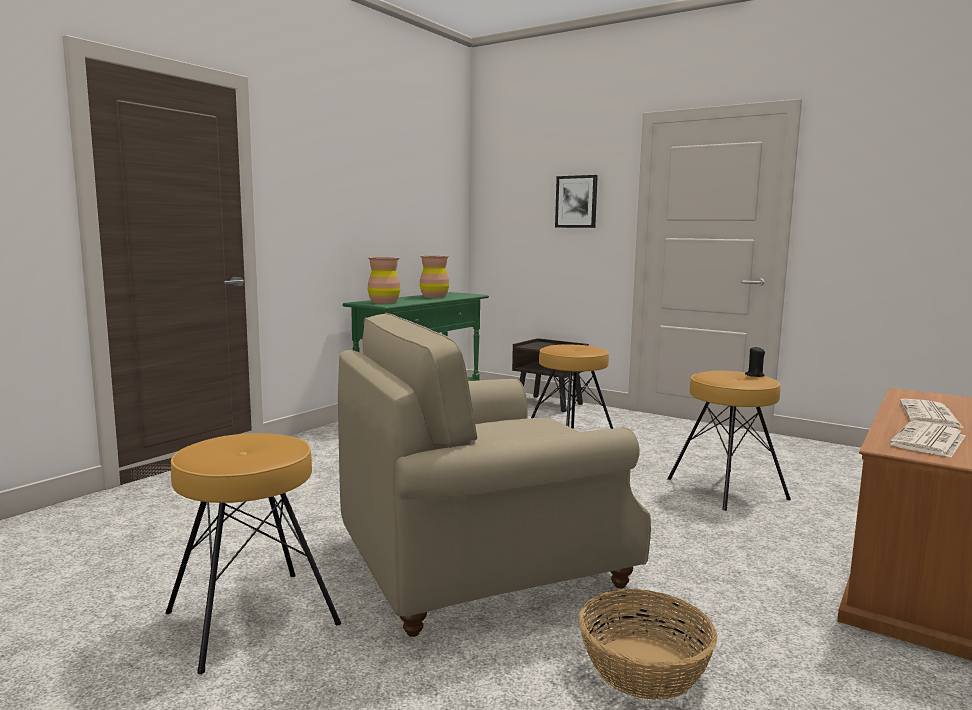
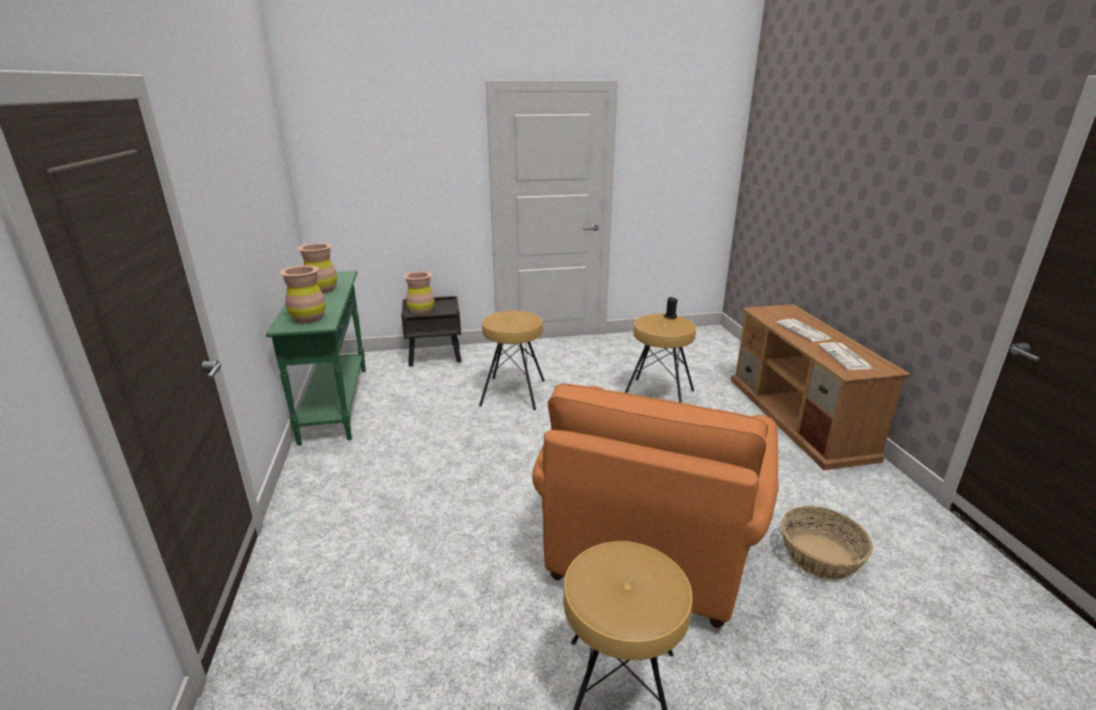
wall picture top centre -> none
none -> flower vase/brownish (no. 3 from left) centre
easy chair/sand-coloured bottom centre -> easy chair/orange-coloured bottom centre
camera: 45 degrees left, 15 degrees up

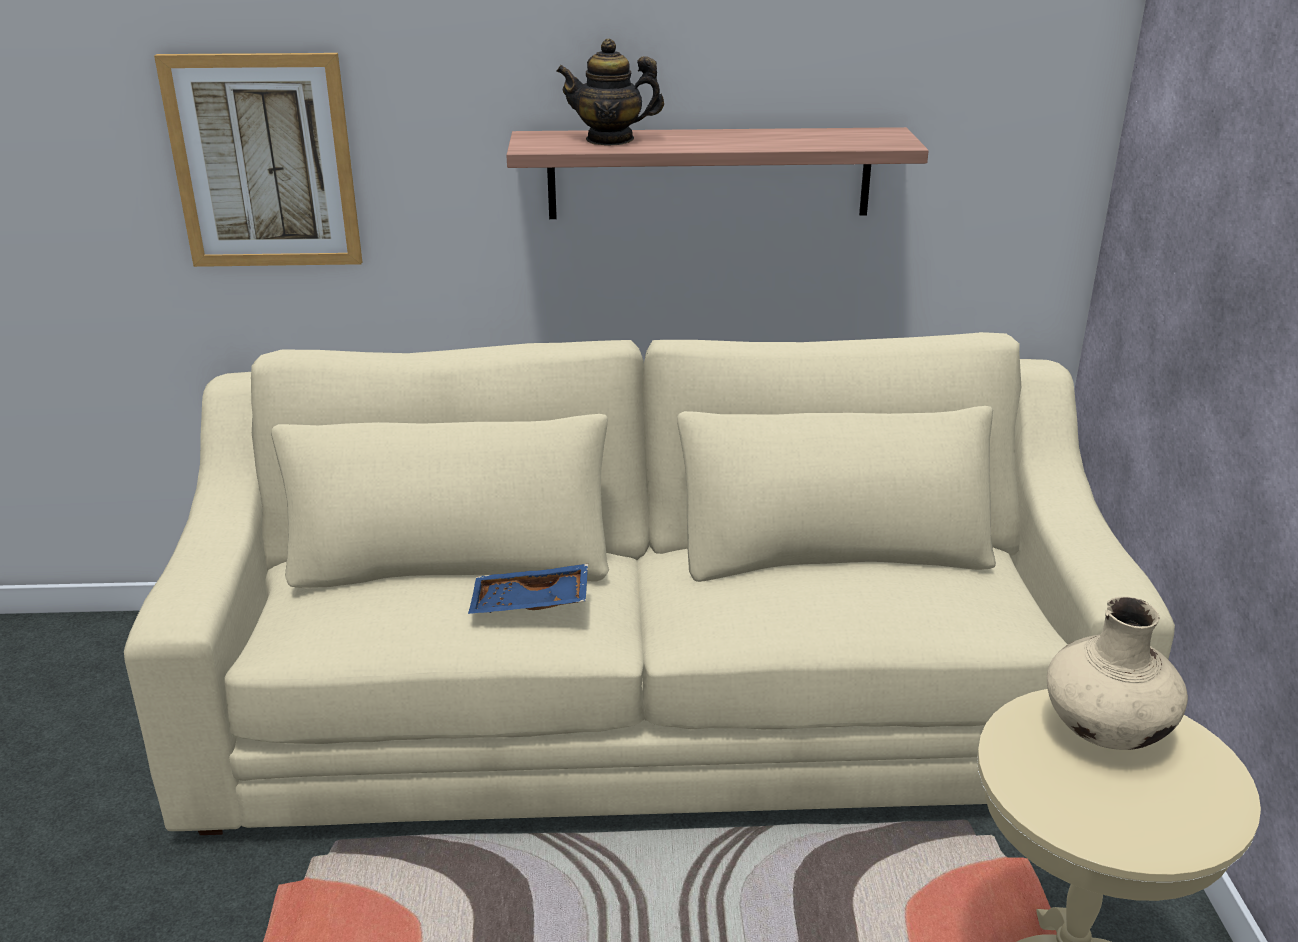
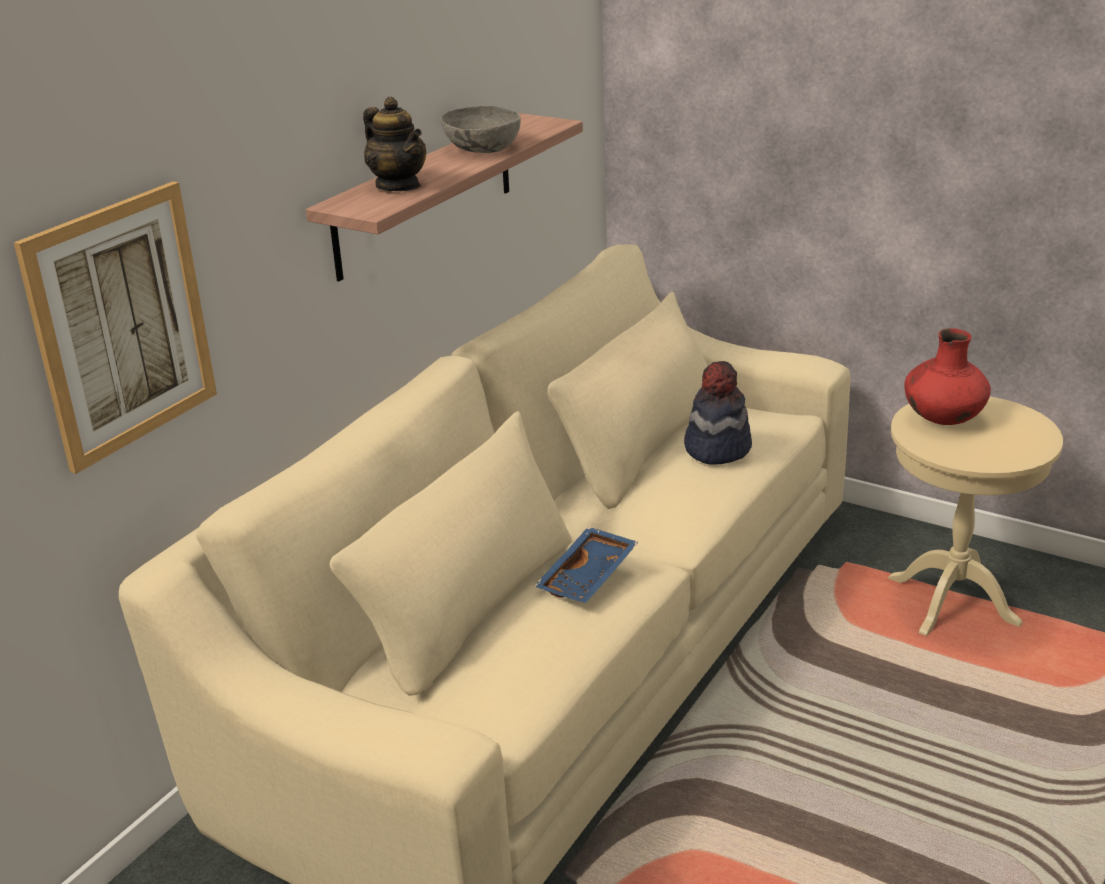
none -> bowl/grey top centre
none -> wearable hat centre
flower vase/sand-coloured bottom right -> flower vase/red-coloured middle right
tea pot top centre, 75 degrees counterclockwise
camera: 55 degrees left, 0 degrees up

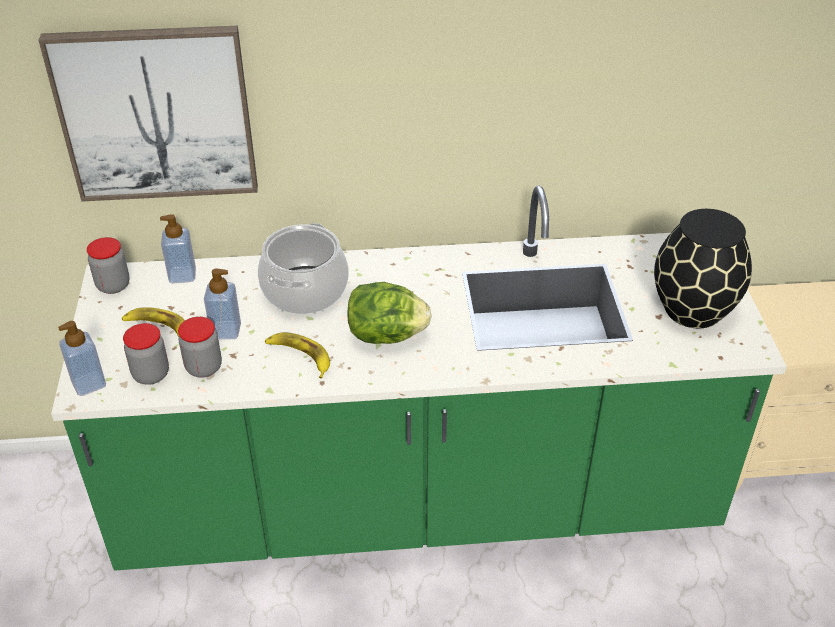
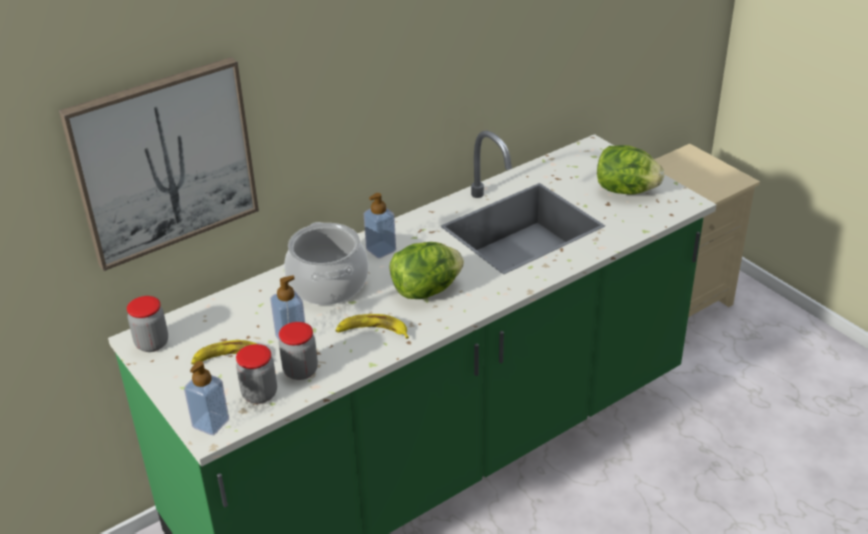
soap bottle (no. 2 from left in the first image) middle left -> soap bottle (no. 3 from left) centre, shifted
flower vase/blackish middle right -> lettuce head (no. 2 from left) top right
camera: 30 degrees left, 5 degrees down

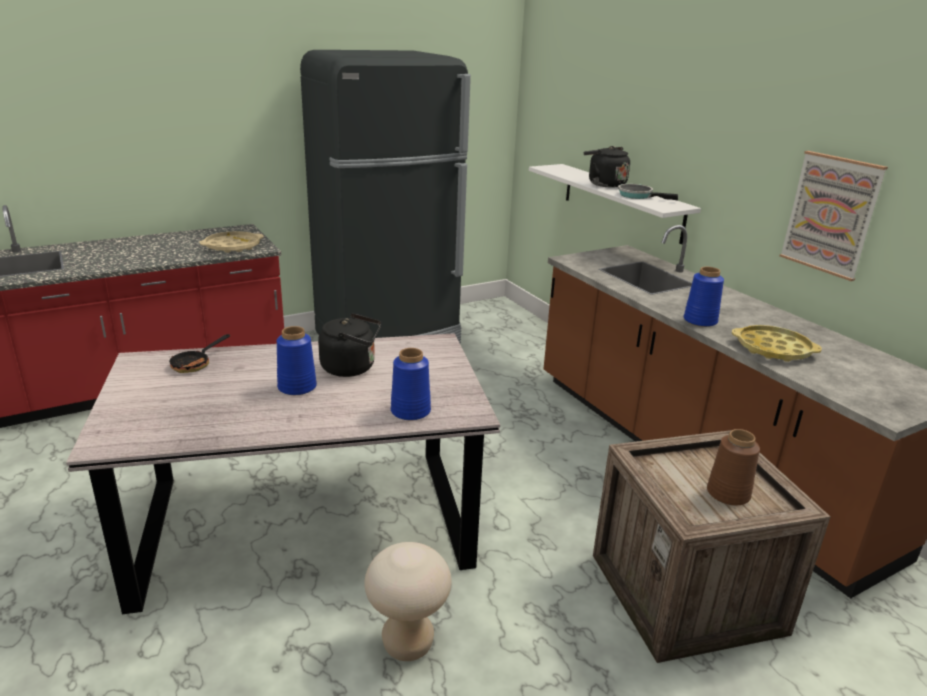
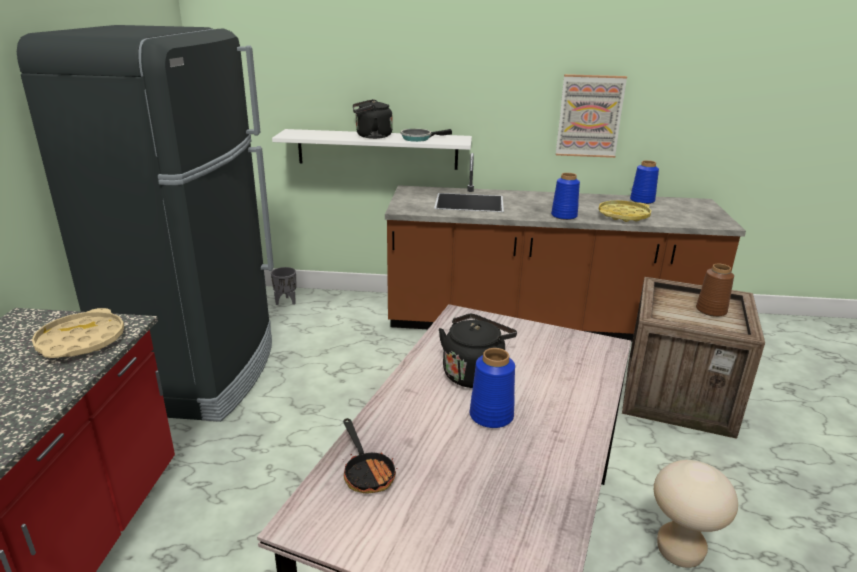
none -> flower pot/grey middle left
flower vase/blue (no. 2 from left in the first image) centre -> flower vase/blue (no. 3 from left) top right, shifted
camera: 55 degrees left, 0 degrees up

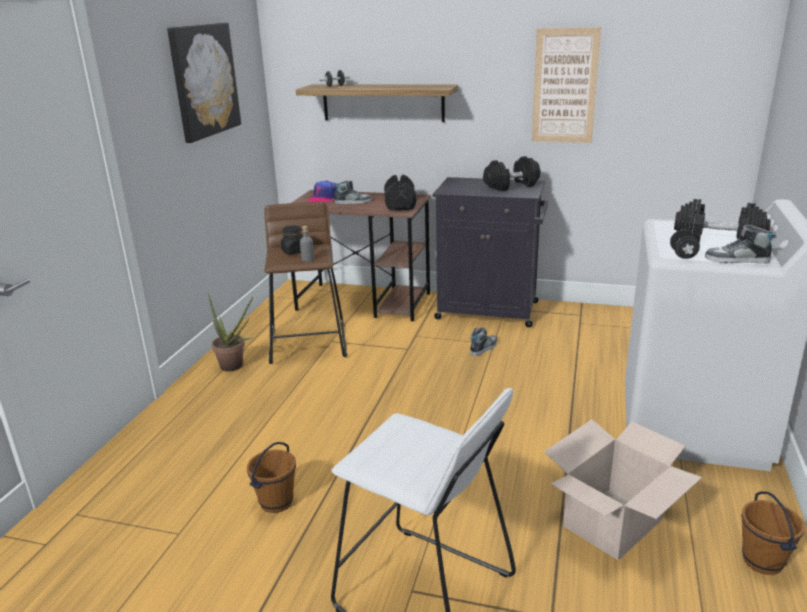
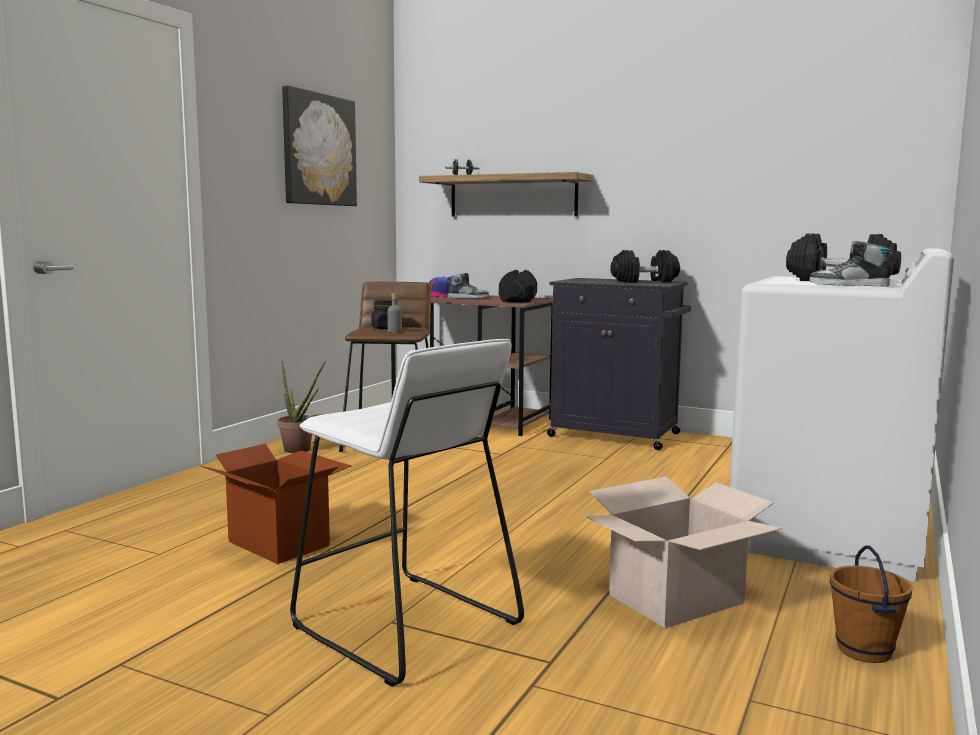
item of footwear (no. 2 from left) centre -> none
wall picture (no. 2 from left) top right -> none
hand weight/blackish (no. 4 from left) middle right -> none
bucket/brownish (no. 1 from left) bottom centre -> packing box (no. 1 from left) bottom left
camera: 10 degrees right, 15 degrees down

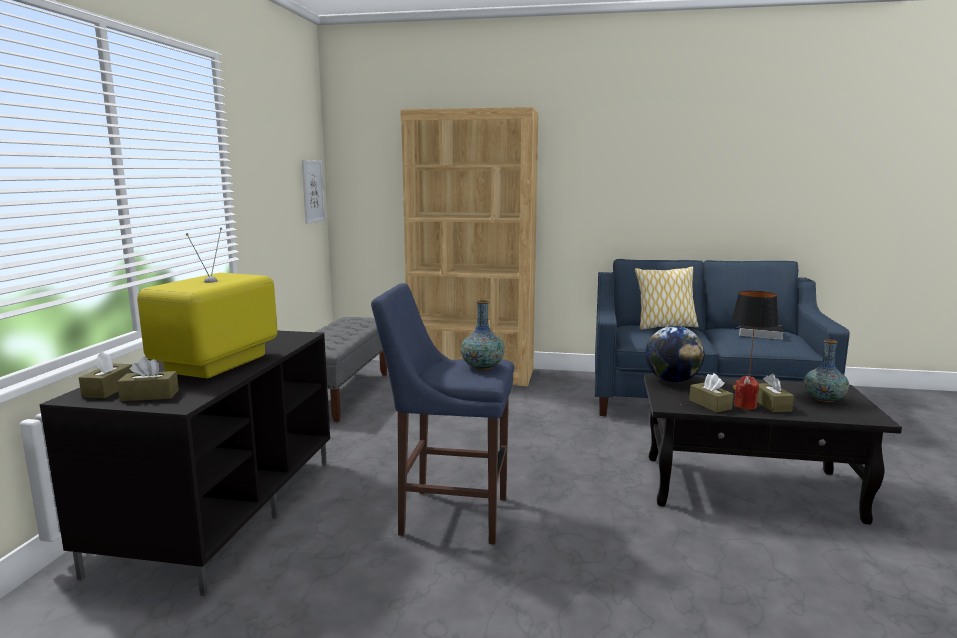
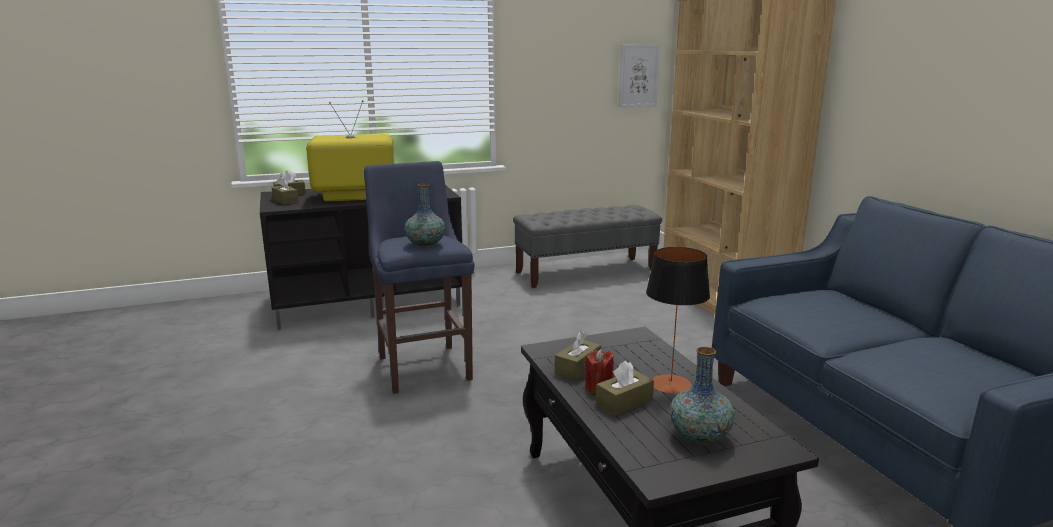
cushion middle right -> none
globe middle right -> none
book middle right -> none
camera: 60 degrees right, 5 degrees up

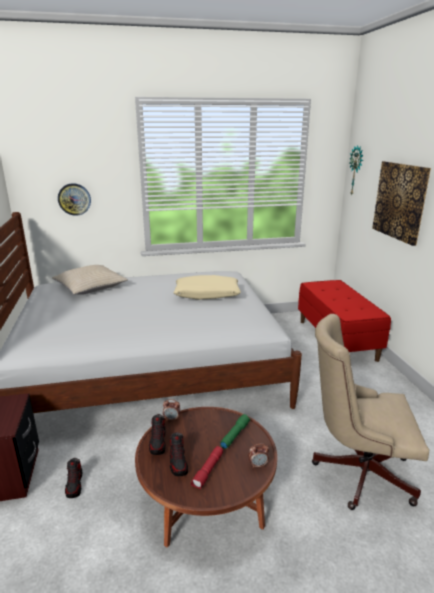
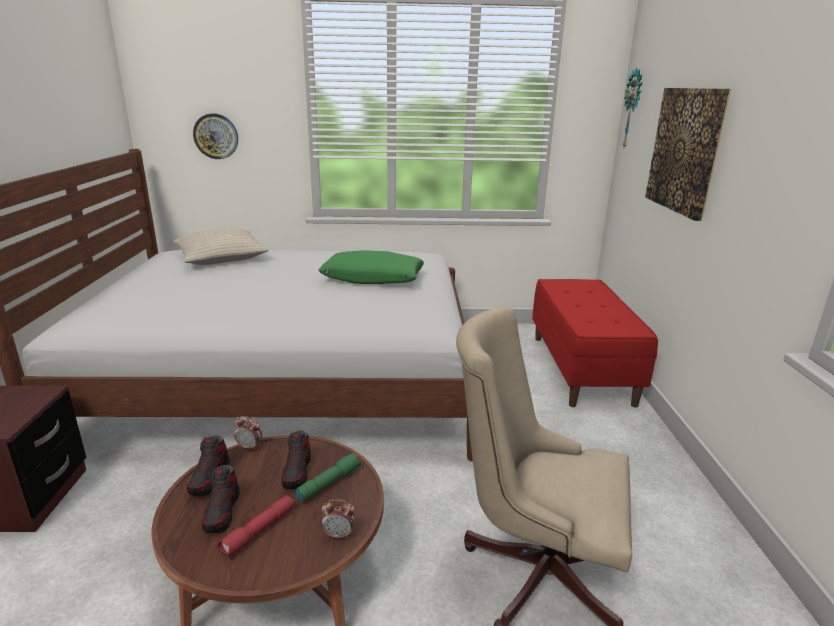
item of footwear (no. 1 from left in the first image) bottom left -> item of footwear (no. 3 from left) bottom centre, shifted
cushion/sand-coloured (no. 2 from left) centre -> cushion/green-coloured centre
camera: 10 degrees right, 0 degrees up

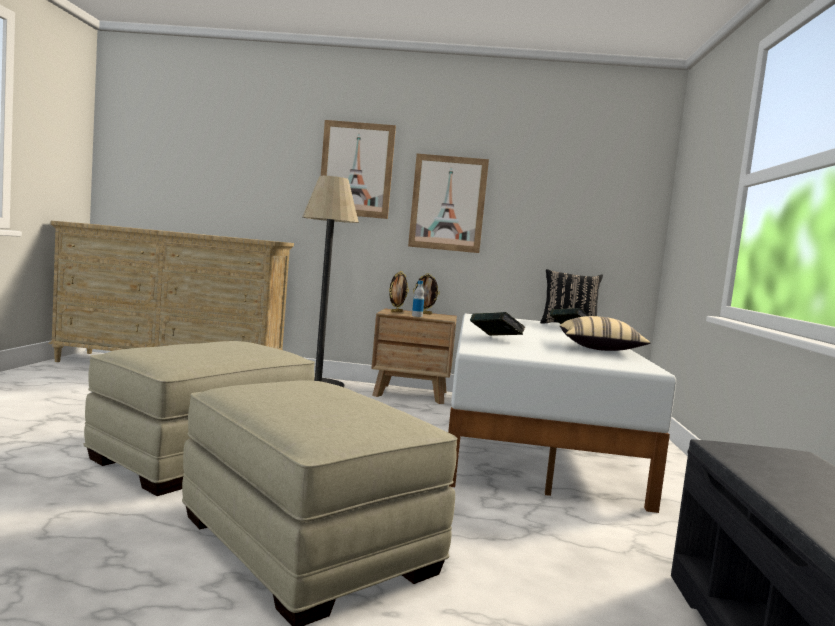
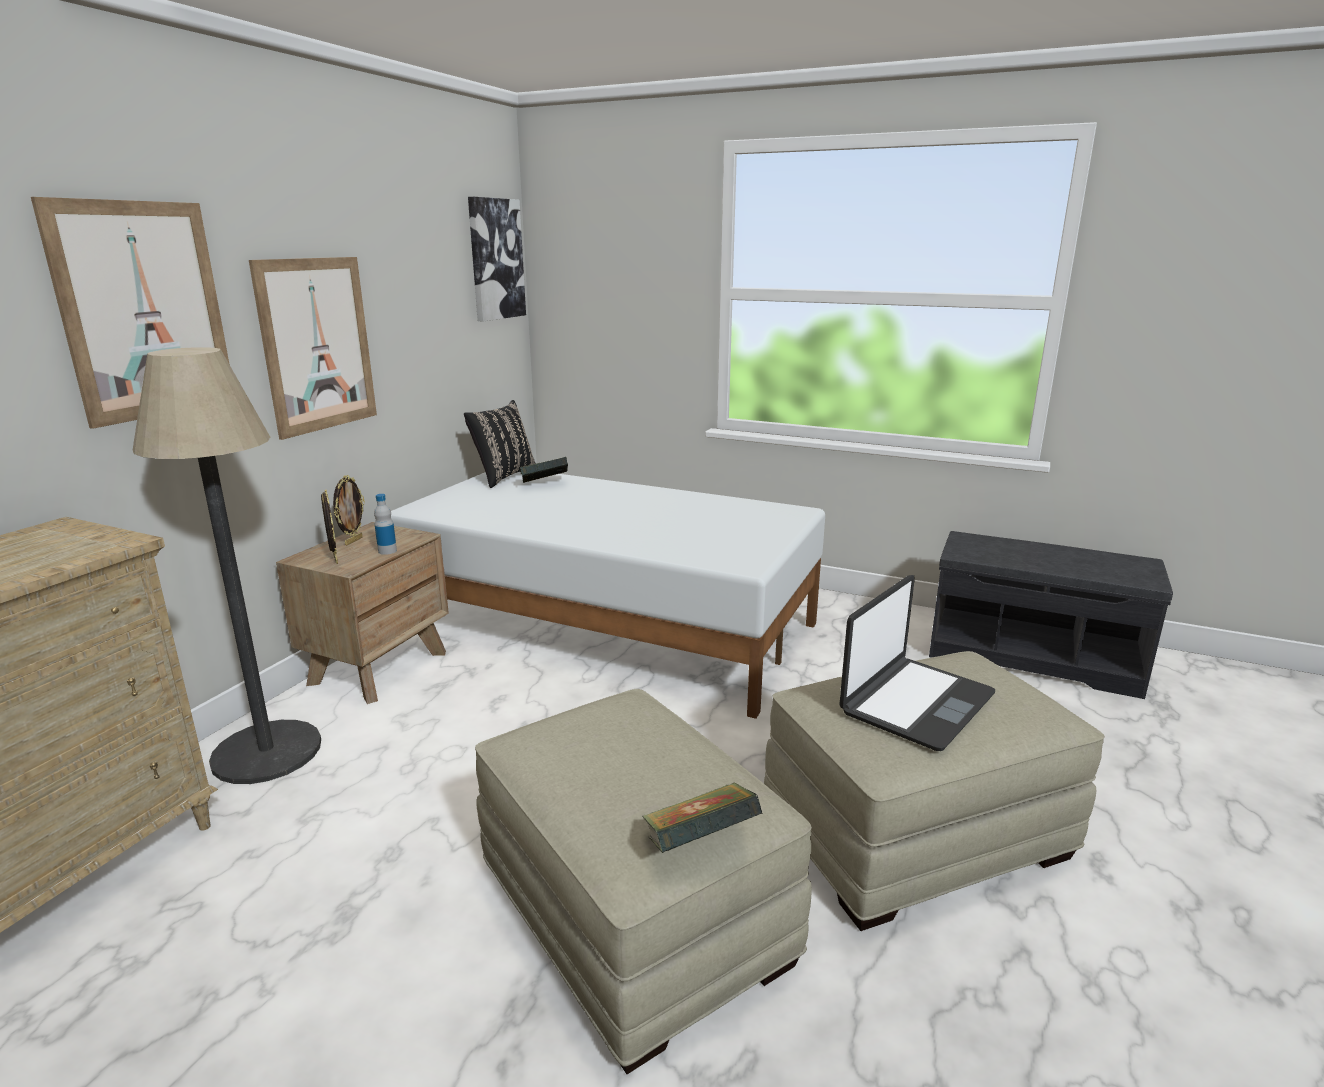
cushion/sand-coloured middle right -> none
none -> wall picture (no. 3 from left) top centre
none -> portable computer middle right
book (no. 1 from left in the first image) centre -> book (no. 2 from left) bottom centre, shifted
camera: 70 degrees left, 15 degrees up

